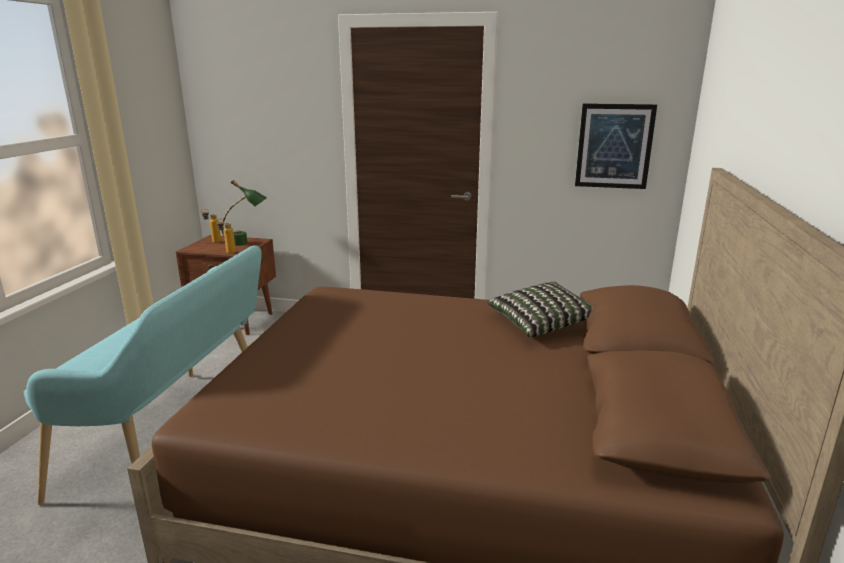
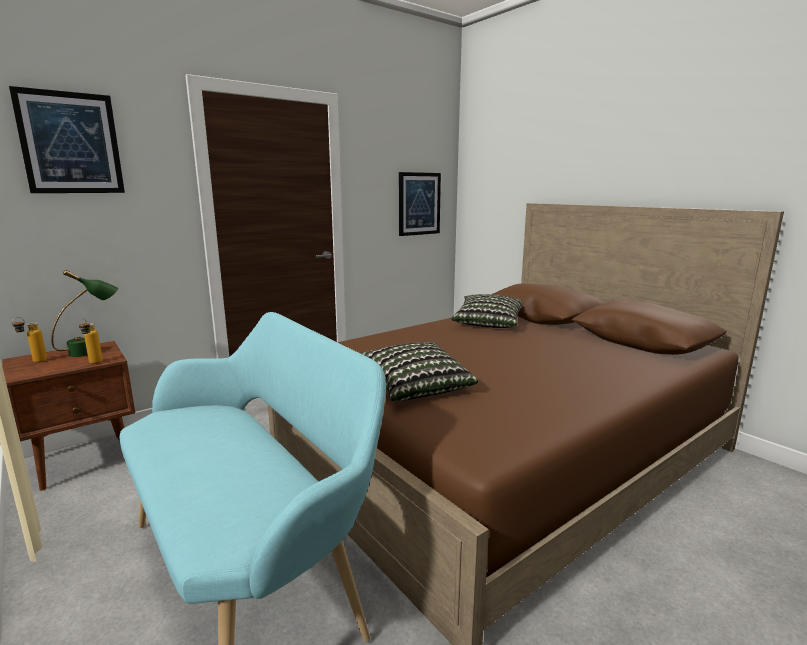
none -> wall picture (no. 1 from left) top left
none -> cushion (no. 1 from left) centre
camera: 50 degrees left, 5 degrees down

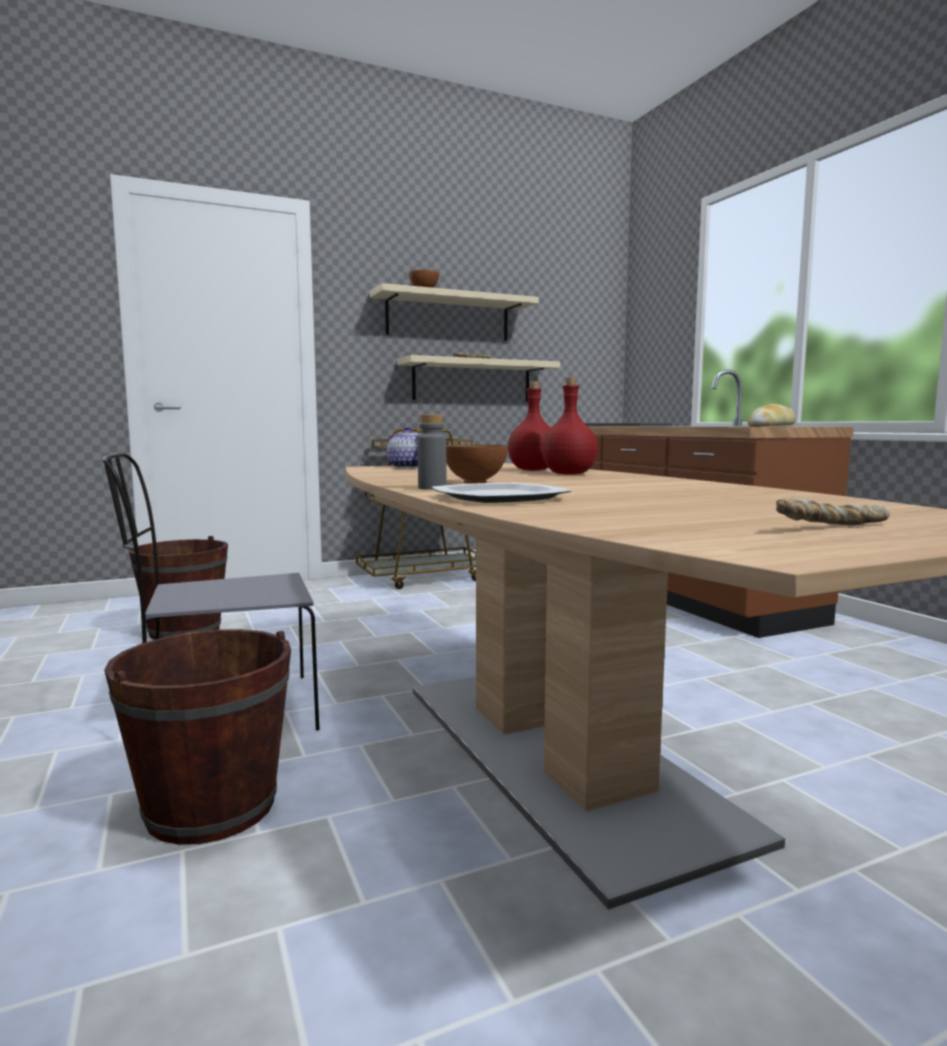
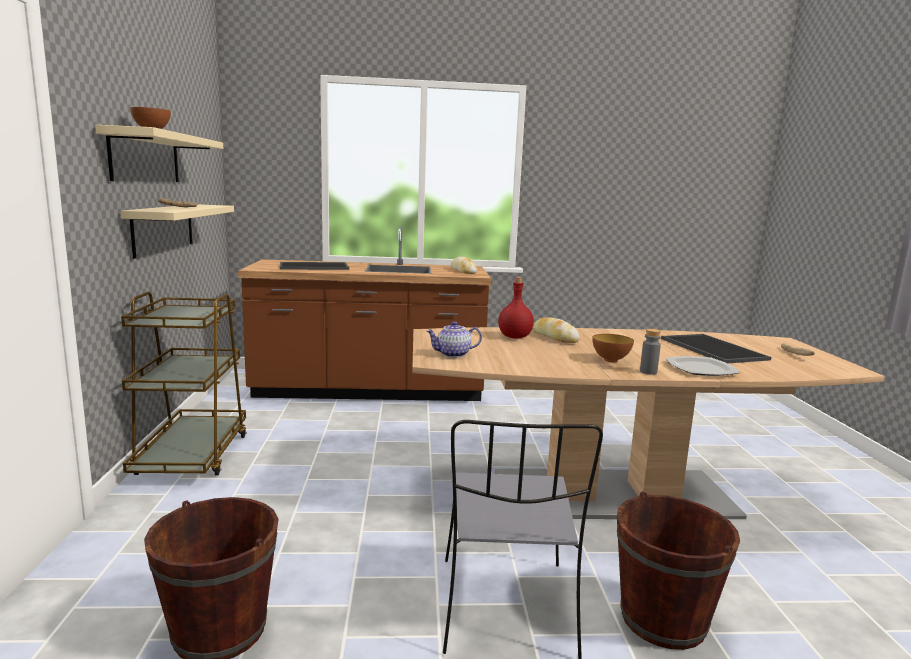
none -> tray (no. 2 from left) middle right
bottle/red-coloured (no. 2 from left) centre -> bread (no. 3 from left) centre
camera: 70 degrees left, 5 degrees up

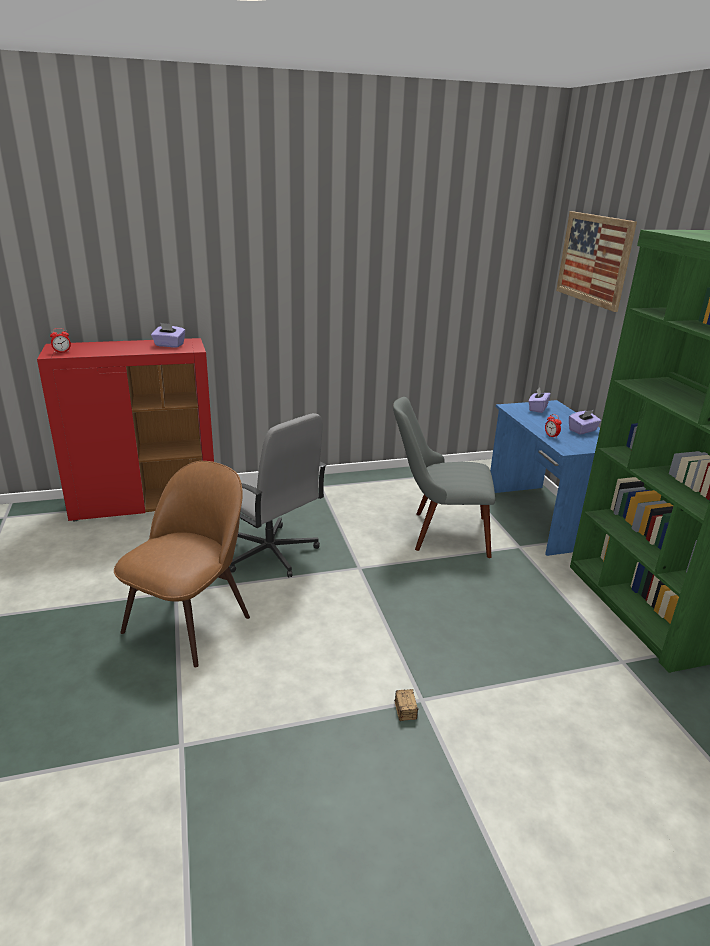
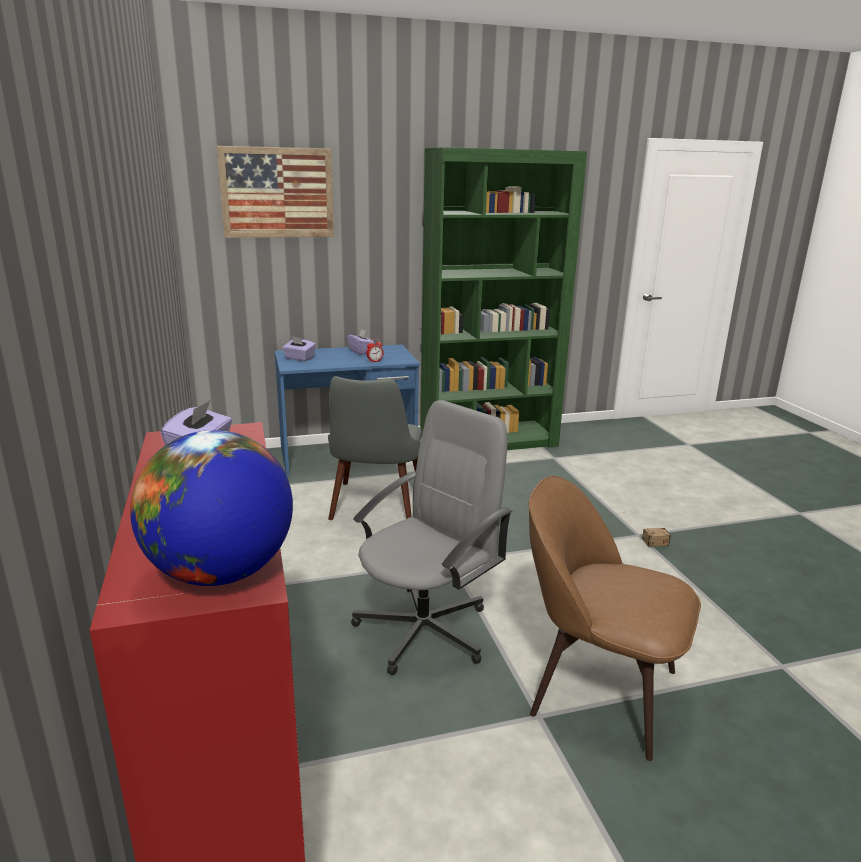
bedside clock (no. 1 from left) middle left -> globe middle left
camera: 90 degrees left, 5 degrees down

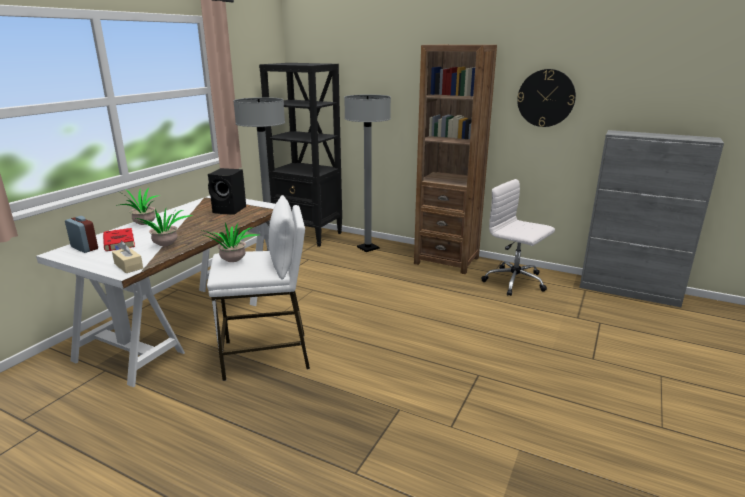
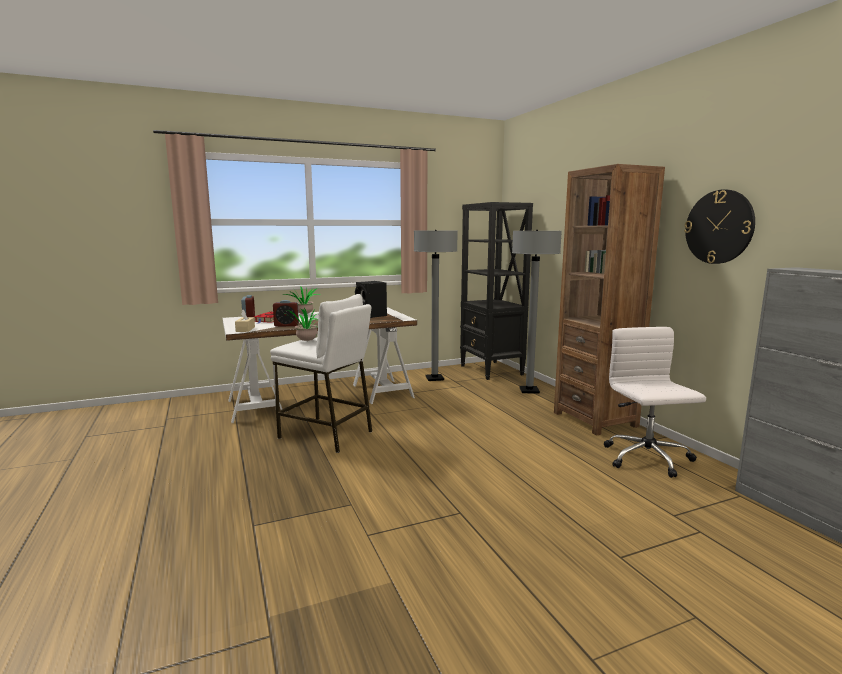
plant in a pot (no. 2 from left) middle left -> bedside clock (no. 2 from left) centre
camera: 40 degrees right, 10 degrees down

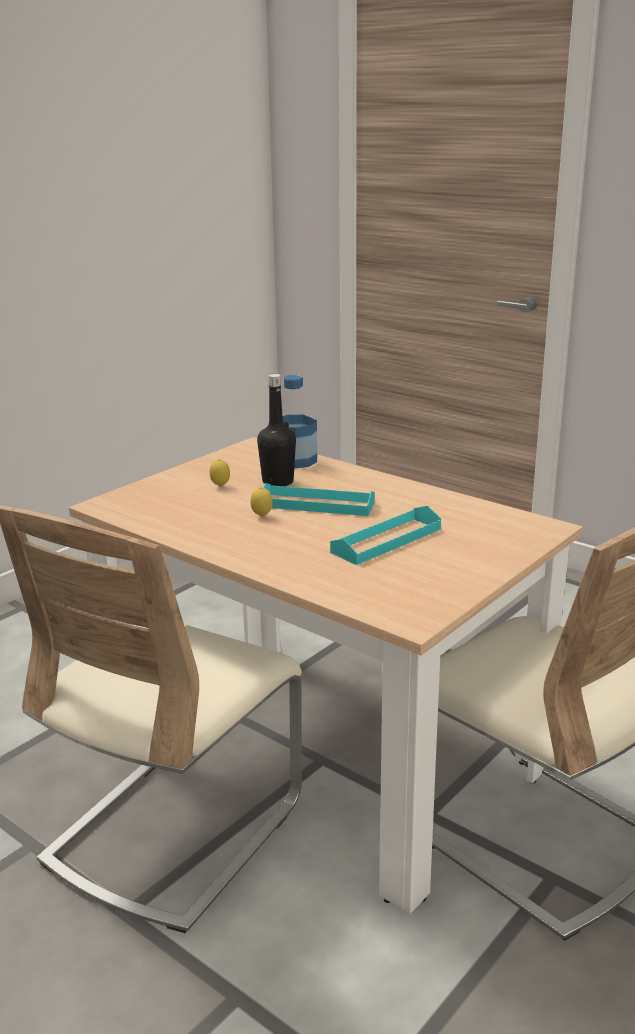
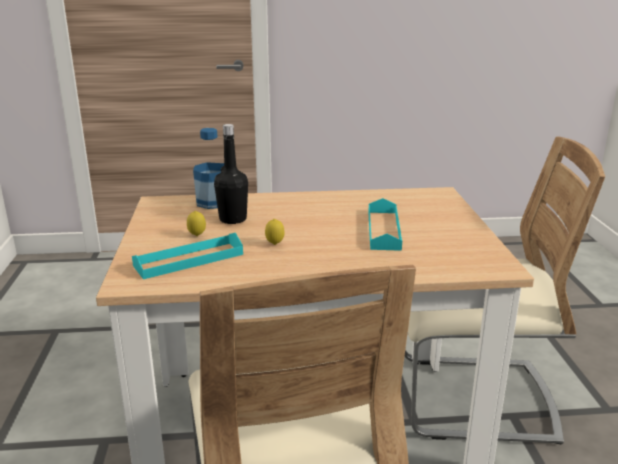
tray/turquoise (no. 1 from left) centre -> tray/turquoise (no. 1 from left) middle left, shifted
camera: 45 degrees left, 0 degrees up

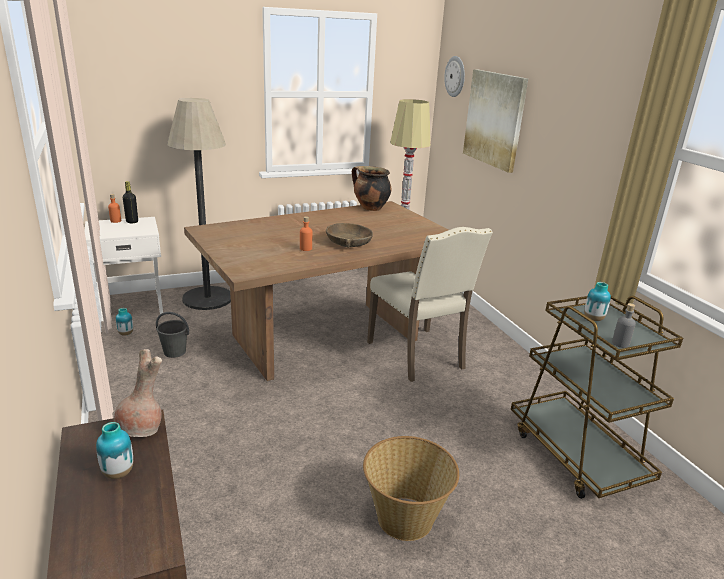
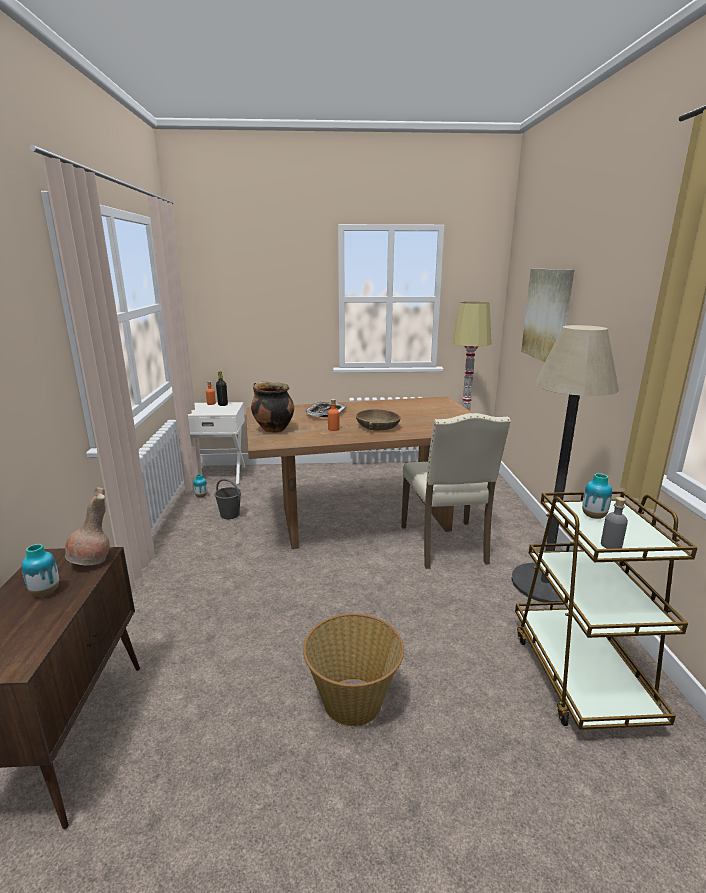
wall clock top centre -> none
none -> tray centre
standard lamp (no. 1 from left in the first image) middle left -> standard lamp (no. 2 from left) middle right, shifted
stockpot top centre -> stockpot centre, shifted
camera: 20 degrees right, 5 degrees down

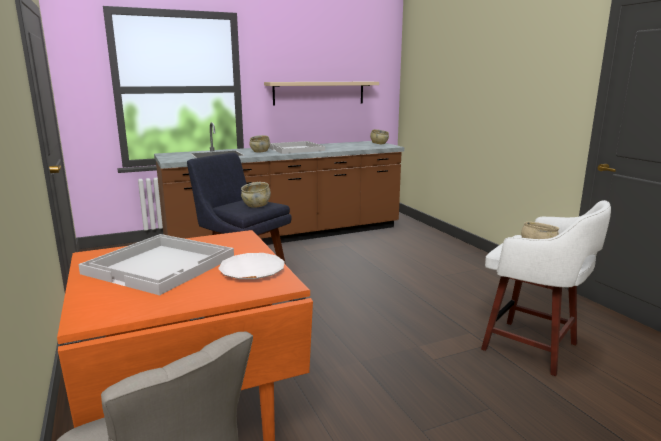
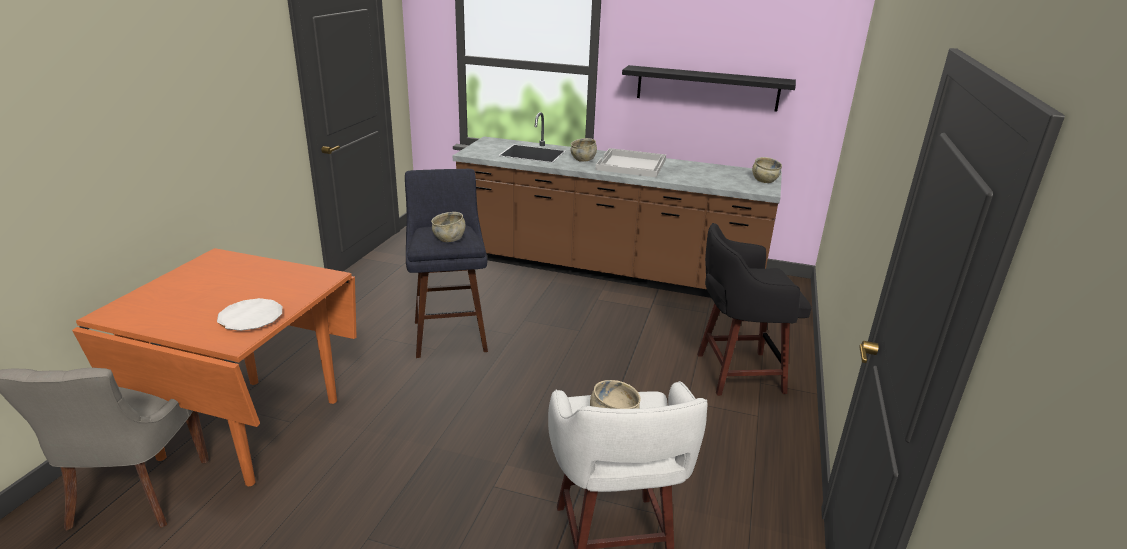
tray/white-coloured (no. 1 from left) middle left -> none
none -> sitting stool/blackish middle right
shelf/sand-coloured top centre -> shelf/blackish top centre
camera: 40 degrees right, 10 degrees up

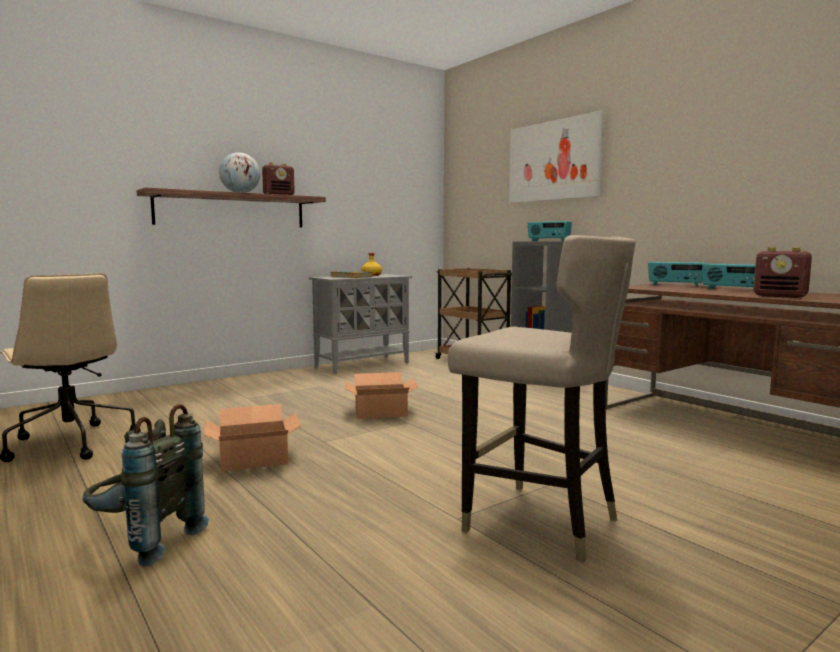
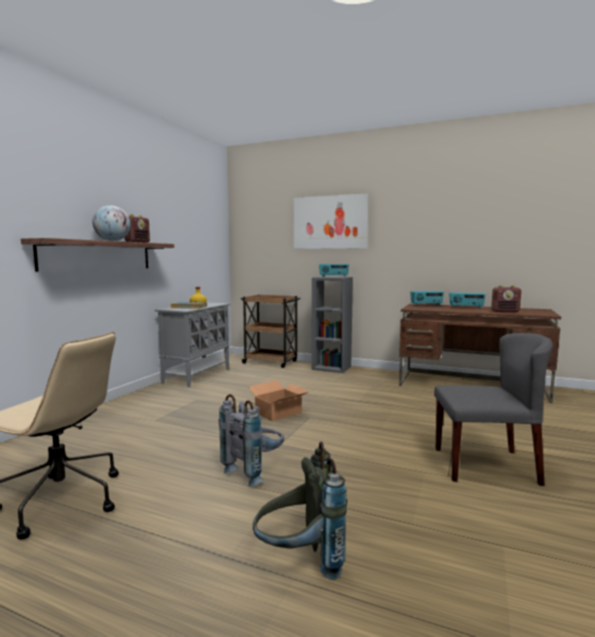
packing box (no. 1 from left) bottom left -> rucksack/grey (no. 1 from left) bottom centre
sitting stool/sand-coloured centre -> upright chair/grey middle right
camera: 30 degrees left, 0 degrees up

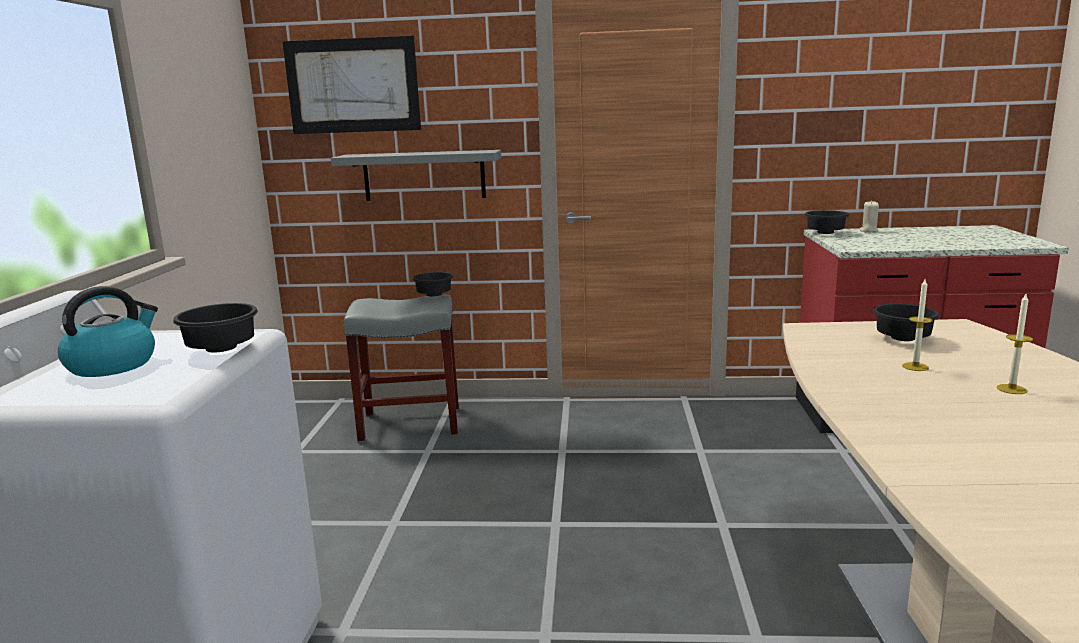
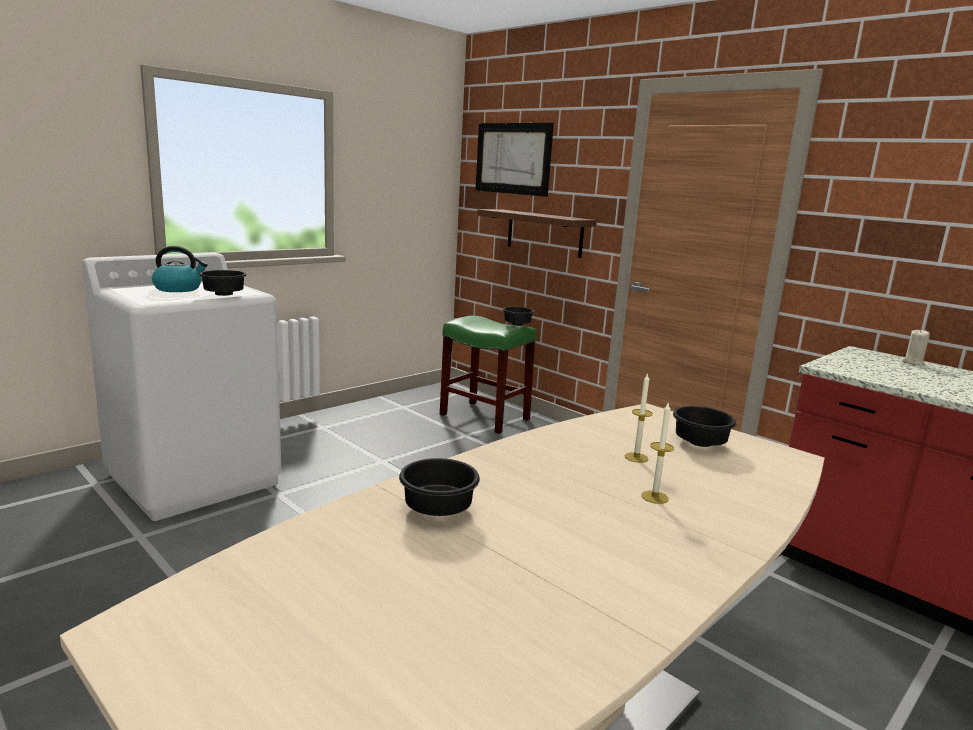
bowl/blackish (no. 3 from left in the first image) middle right -> bowl/blackish (no. 2 from left) bottom centre, shifted
shelf/grey top centre -> shelf/brownish top centre
sitting stool/grey centre -> sitting stool/green-coloured centre
camera: 40 degrees right, 0 degrees up

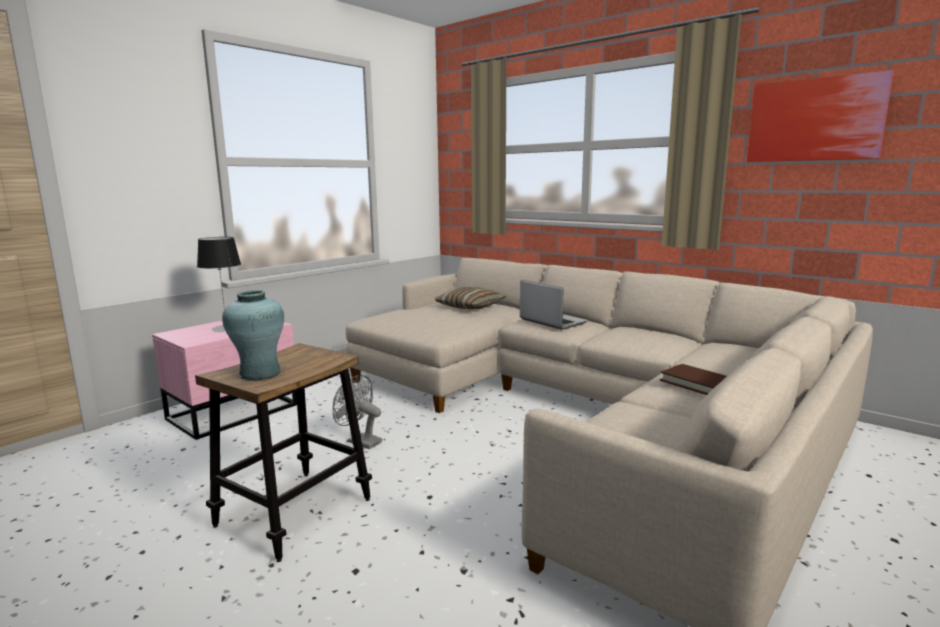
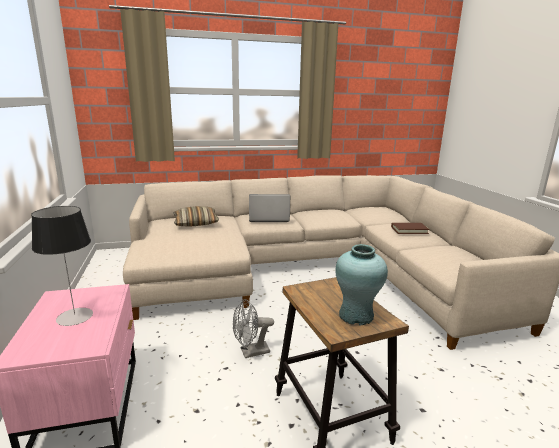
wall picture top right -> none
camera: 55 degrees left, 5 degrees up

